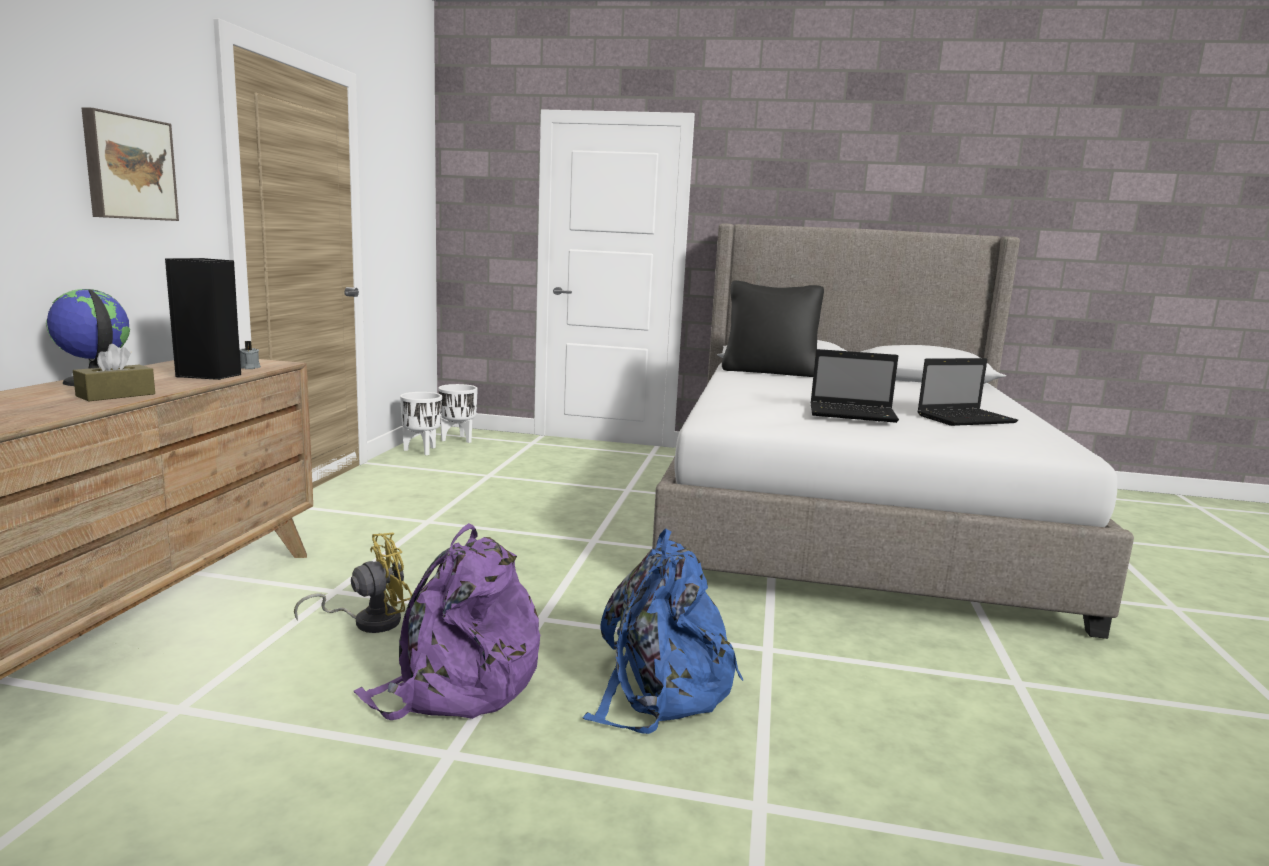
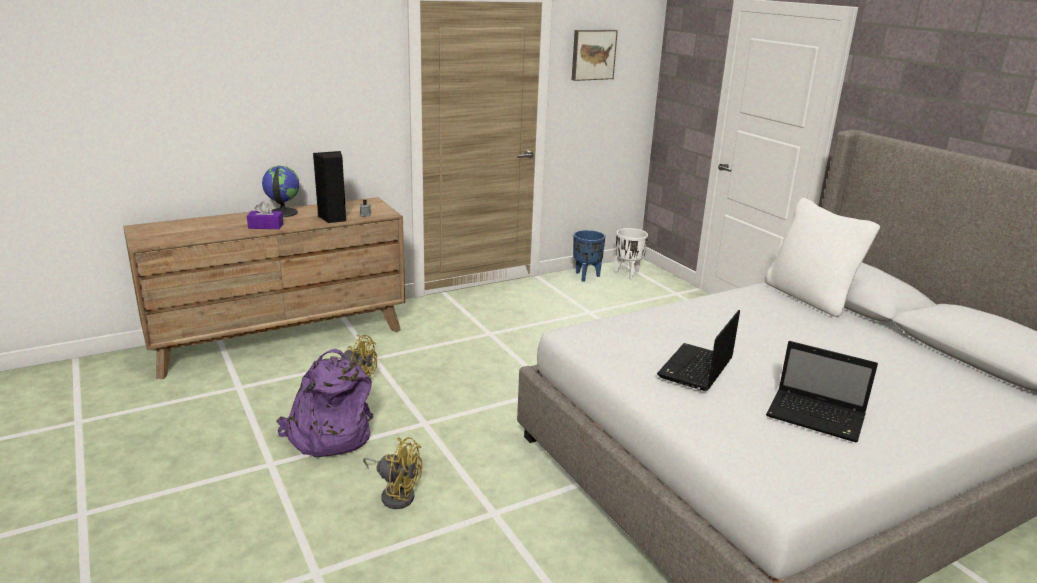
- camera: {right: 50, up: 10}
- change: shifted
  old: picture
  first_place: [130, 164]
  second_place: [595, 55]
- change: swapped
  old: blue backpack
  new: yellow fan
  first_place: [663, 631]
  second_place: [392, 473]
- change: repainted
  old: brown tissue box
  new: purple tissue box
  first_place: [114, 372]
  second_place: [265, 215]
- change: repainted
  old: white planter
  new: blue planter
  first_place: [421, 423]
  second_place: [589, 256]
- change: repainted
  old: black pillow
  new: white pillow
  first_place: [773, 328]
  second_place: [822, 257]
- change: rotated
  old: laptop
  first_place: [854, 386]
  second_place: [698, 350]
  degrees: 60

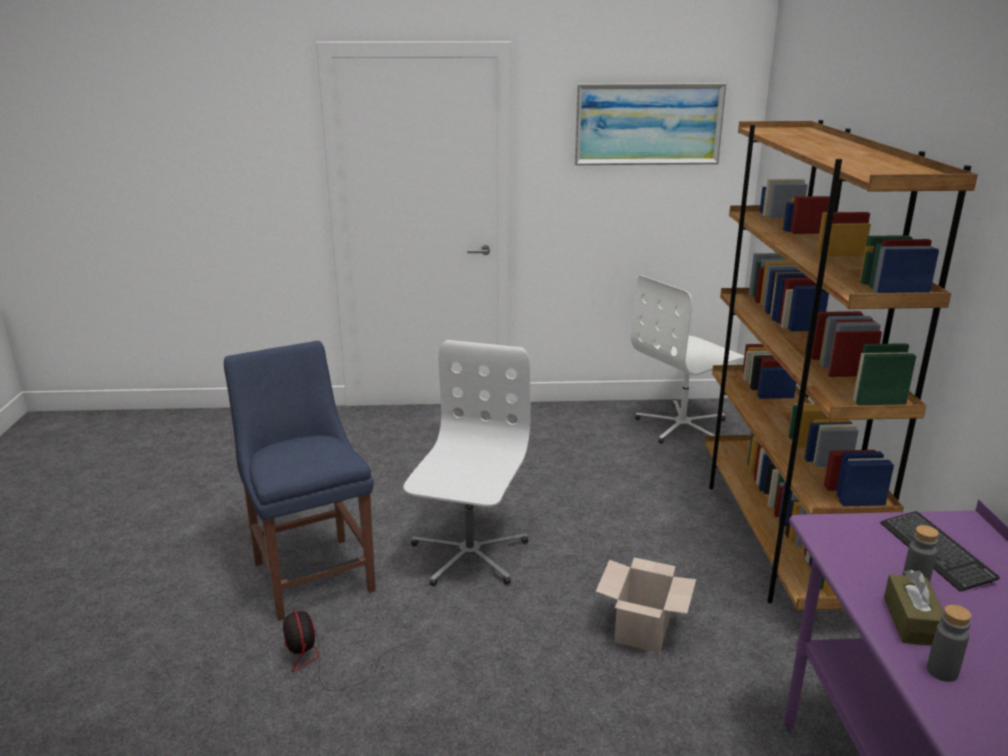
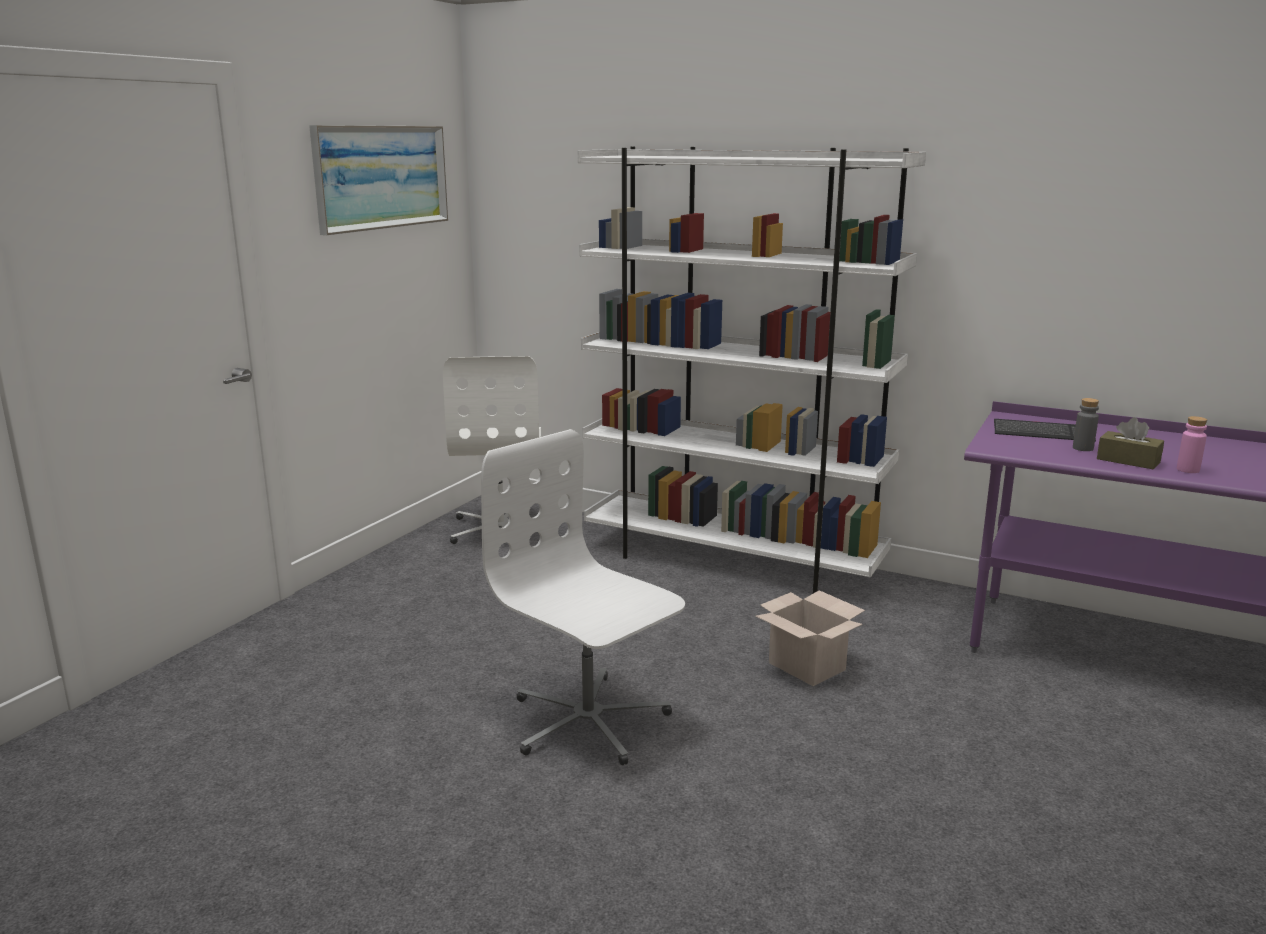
- camera: {right: -60, up: -5}
- change: gone
  old: blue chair
  first_place: [300, 481]
- change: gone
  old: fan
  first_place: [343, 650]
- change: repainted
  old: brown bookcase
  new: white bookcase
  first_place: [841, 365]
  second_place: [752, 369]
- change: repainted
  old: grey bottle
  new: pink bottle
  first_place: [949, 643]
  second_place: [1192, 444]

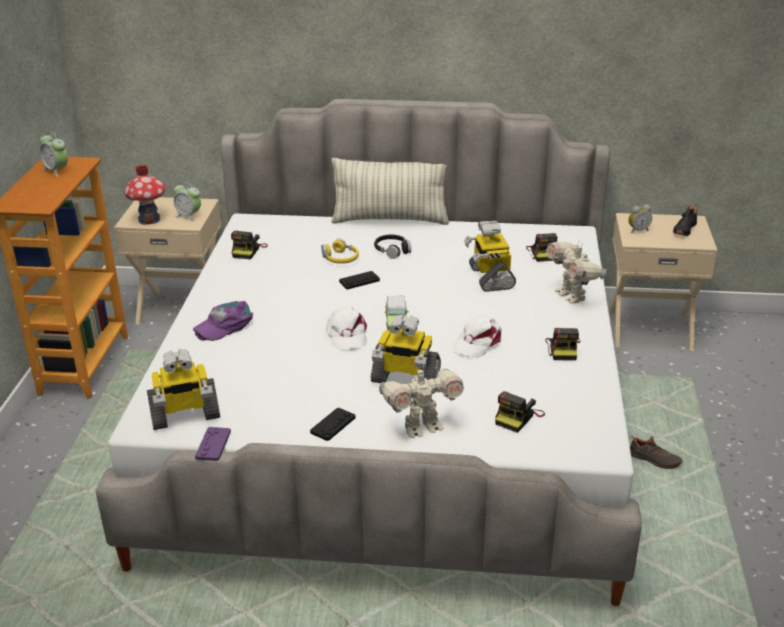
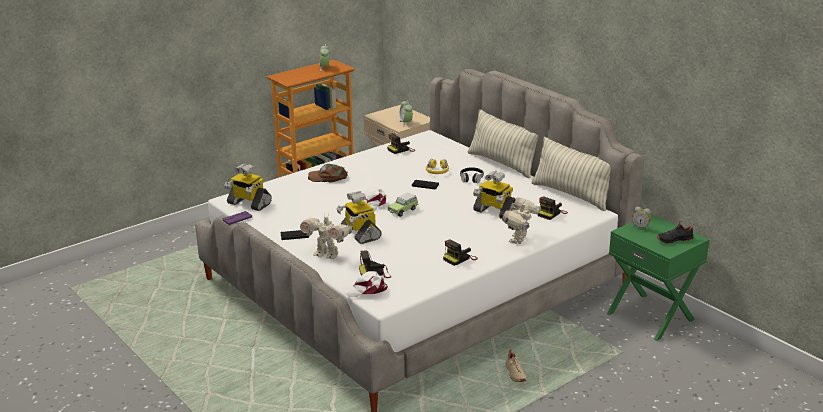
- camera: {right: 45, up: -5}
- change: gone
  old: toy house
  first_place: [144, 194]
- change: new
  new: pillow
  second_place: [571, 174]
- change: shifted
  old: white cap
  first_place: [477, 336]
  second_place: [365, 284]
- change: repainted
  old: purple cap
  new: brown cap
  first_place: [223, 321]
  second_place: [328, 173]
- change: repainted
  old: beige nightstand
  new: green nightstand
  first_place: [663, 282]
  second_place: [658, 277]
- change: repainted
  old: black shoe
  new: beige shoe
  first_place: [656, 452]
  second_place: [515, 366]
- change: rotated
  old: toy robot
  first_place: [490, 256]
  second_place: [494, 195]
  degrees: -90

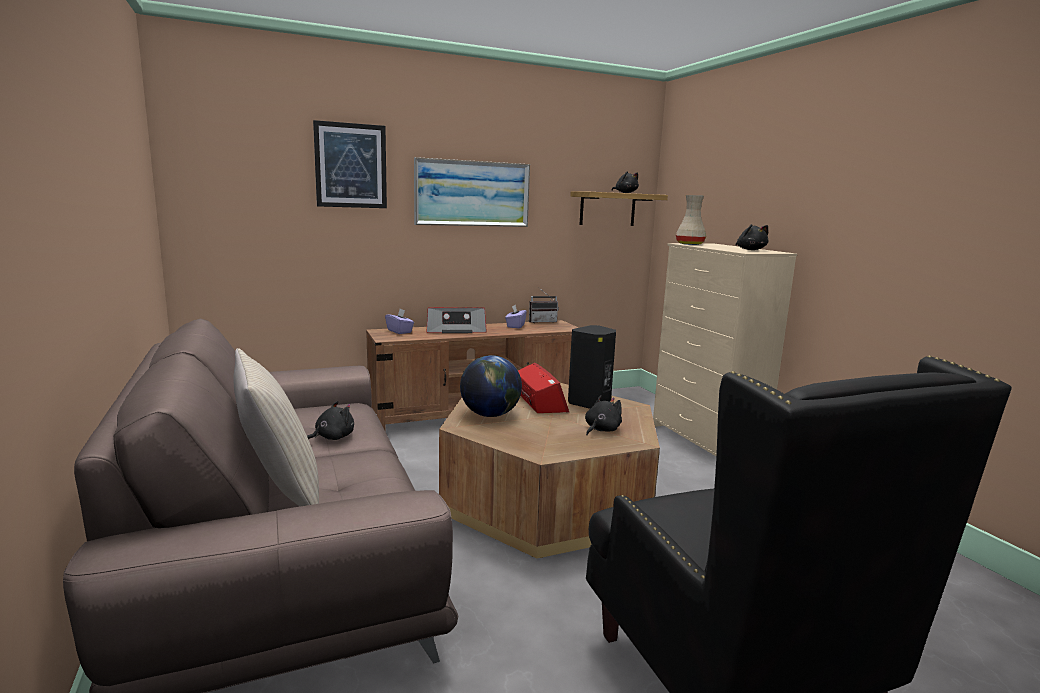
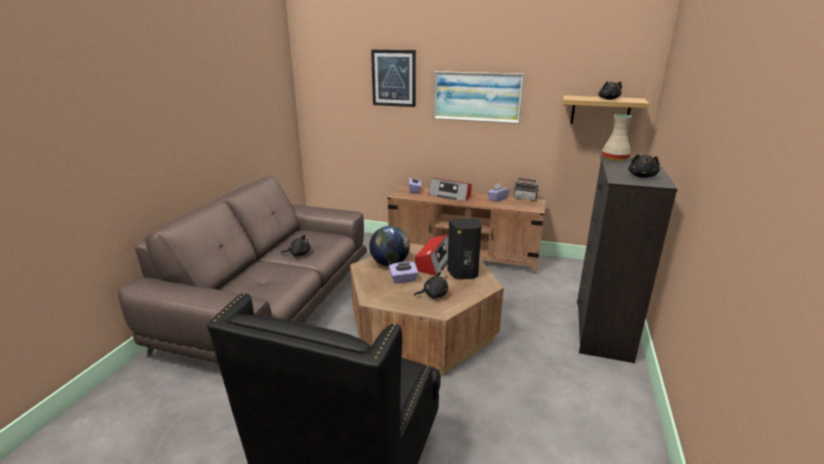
- camera: {right: 40, up: 10}
- change: gone
  old: beige pillow
  first_place: [276, 427]
- change: new
  new: purple tissue box
  second_place: [403, 273]
- change: repainted
  old: beige dresser
  new: black dresser
  first_place: [725, 349]
  second_place: [627, 259]

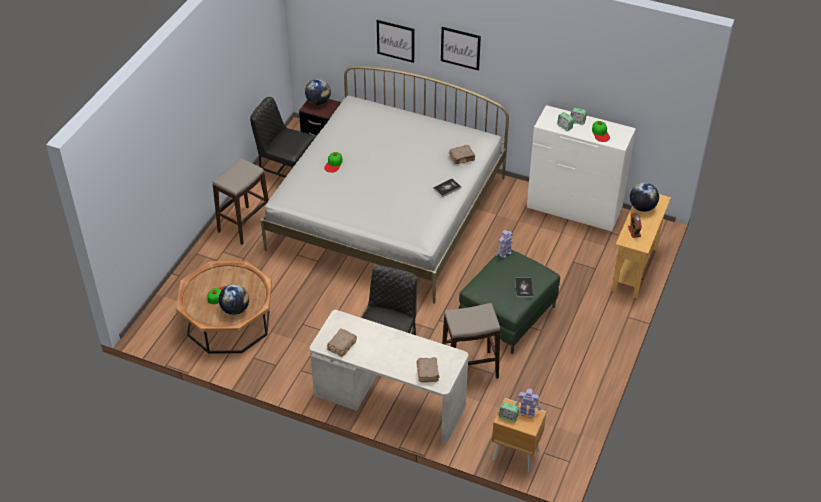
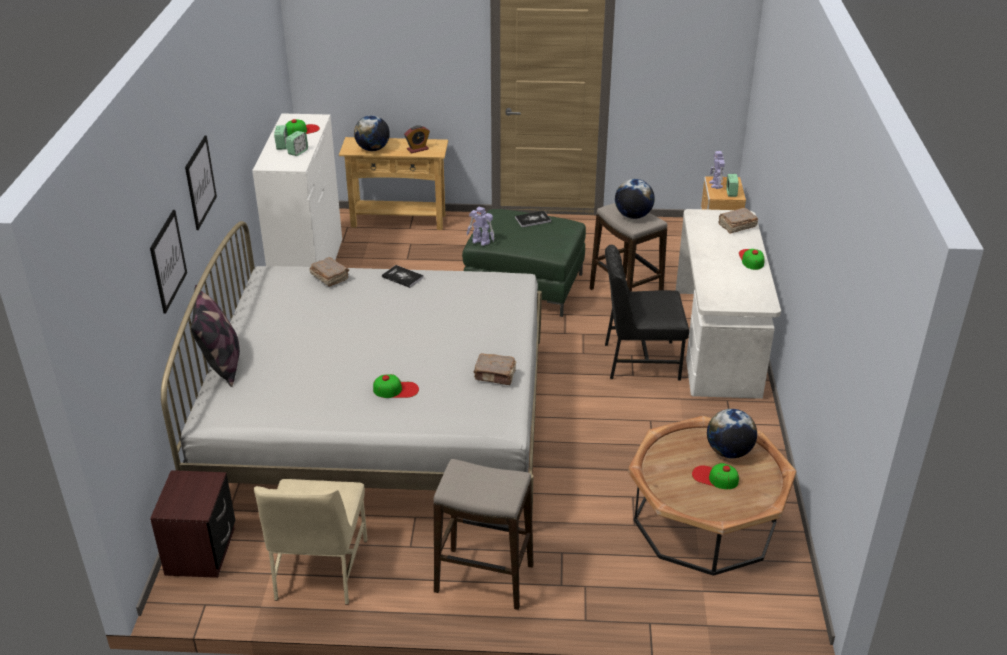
- camera: {right: -110, up: -10}
- change: new
  new: pillow
  second_place: [215, 336]
- change: new
  new: cap
  second_place: [752, 259]
- change: shifted
  old: globe
  first_place: [318, 92]
  second_place: [635, 199]
- change: shifted
  old: brown book
  first_place: [342, 342]
  second_place: [495, 369]
- change: repainted
  old: black chair
  new: beige chair
  first_place: [282, 137]
  second_place: [311, 542]

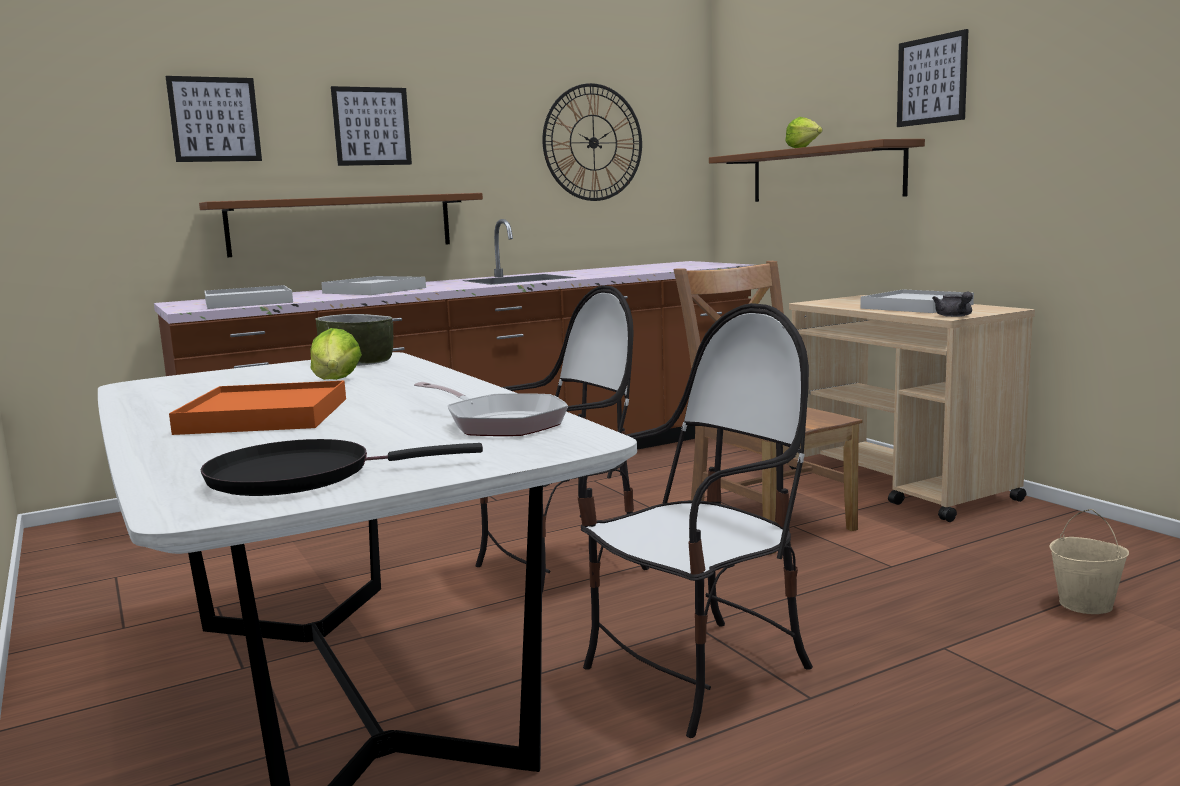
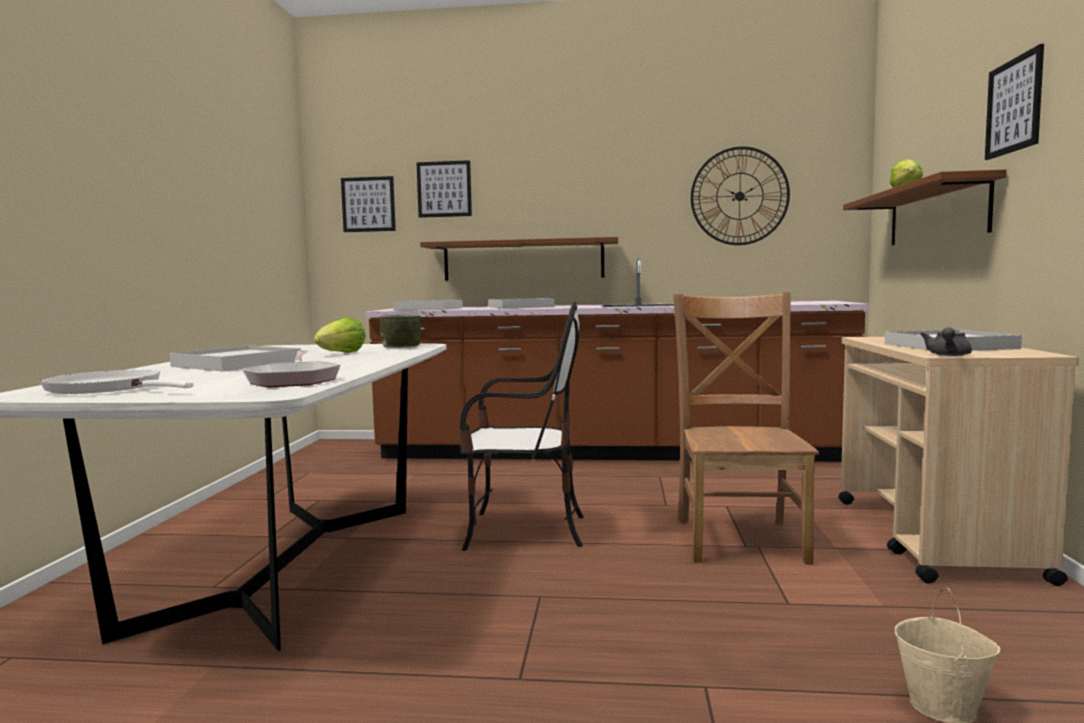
- camera: {right: 35, up: -5}
- change: gone
  old: chair
  first_place: [695, 520]
- change: shifted
  old: picture
  first_place: [371, 126]
  second_place: [368, 204]
- change: repainted
  old: orange tray
  new: white tray
  first_place: [257, 408]
  second_place: [236, 358]
- change: repainted
  old: black frying pan
  new: white frying pan
  first_place: [341, 467]
  second_place: [116, 382]

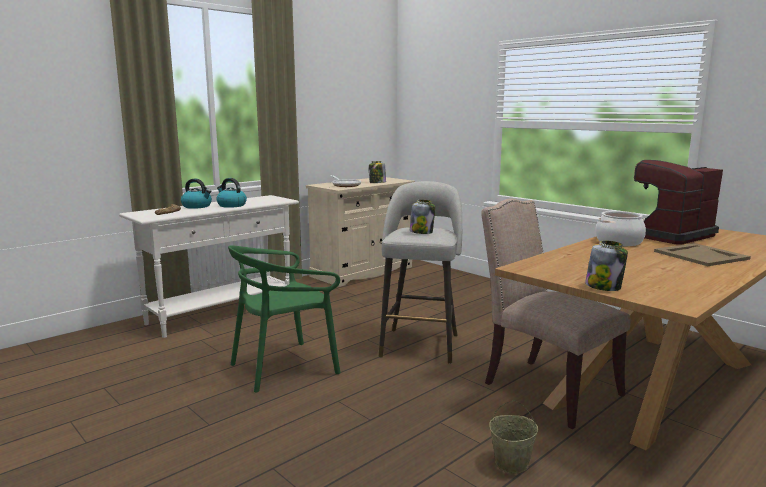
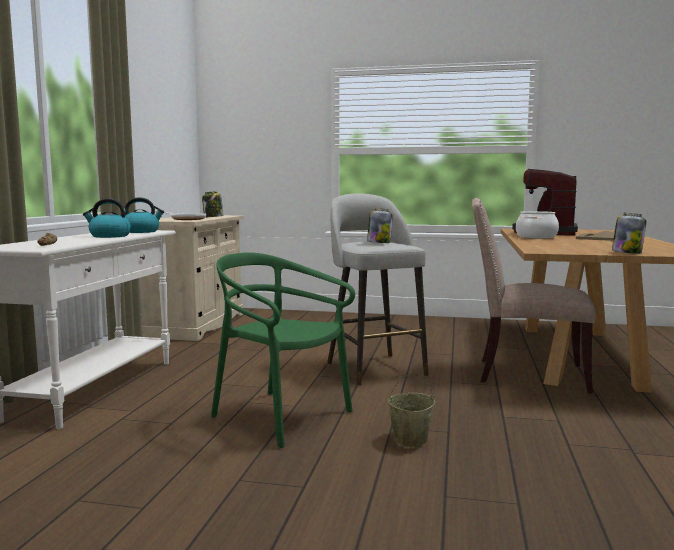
- camera: {right: -35, up: -5}
- change: shifted
  old: kettle
  first_place: [196, 193]
  second_place: [144, 215]
- change: shifted
  old: beige bucket
  first_place: [513, 436]
  second_place: [411, 410]
- change: rotated
  old: green chair
  first_place: [284, 318]
  second_place: [283, 350]
  degrees: 105

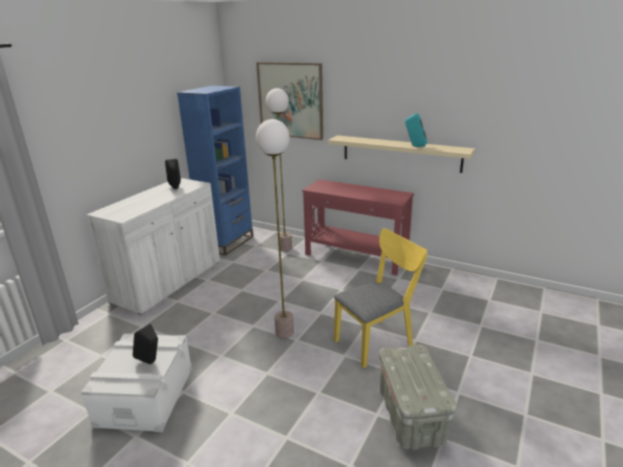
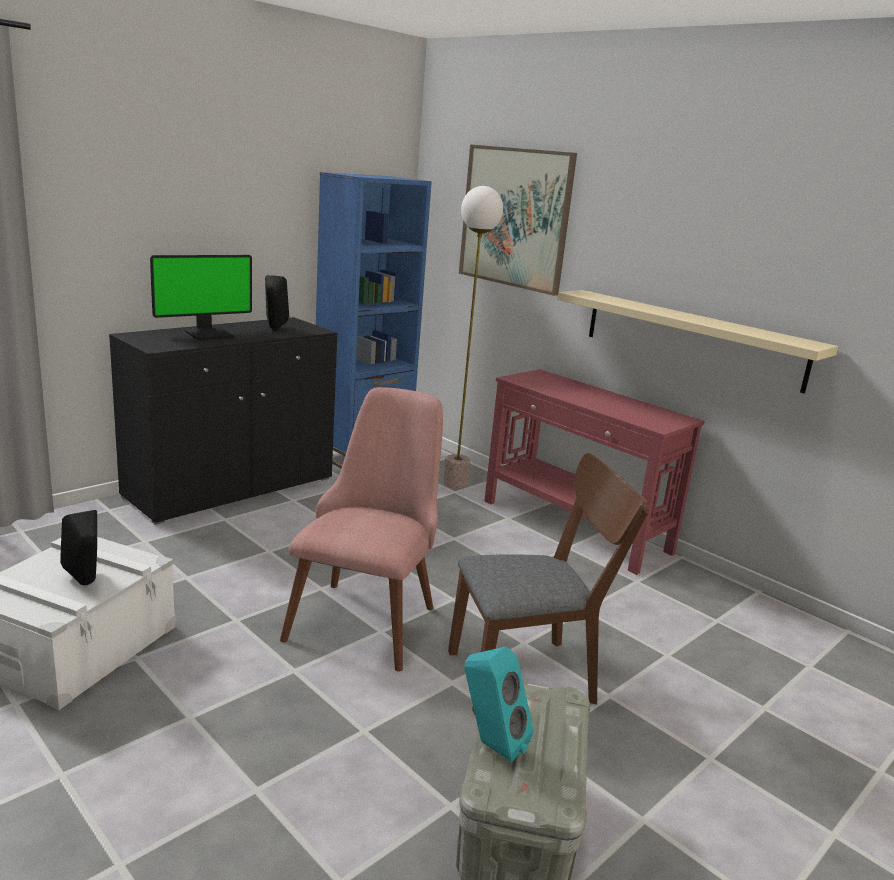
- camera: {right: 15, up: -5}
- change: new
  new: monitor
  second_place: [201, 298]
- change: shifted
  old: turquoise speaker
  first_place: [416, 130]
  second_place: [499, 704]
- change: swapped
  old: floor lamp
  new: pink chair
  first_place: [275, 228]
  second_place: [361, 529]
- change: repainted
  old: white cabinet
  new: black cabinet
  first_place: [153, 246]
  second_place: [223, 421]
- change: repainted
  old: yellow chair
  new: brown chair
  first_place: [381, 298]
  second_place: [548, 584]

